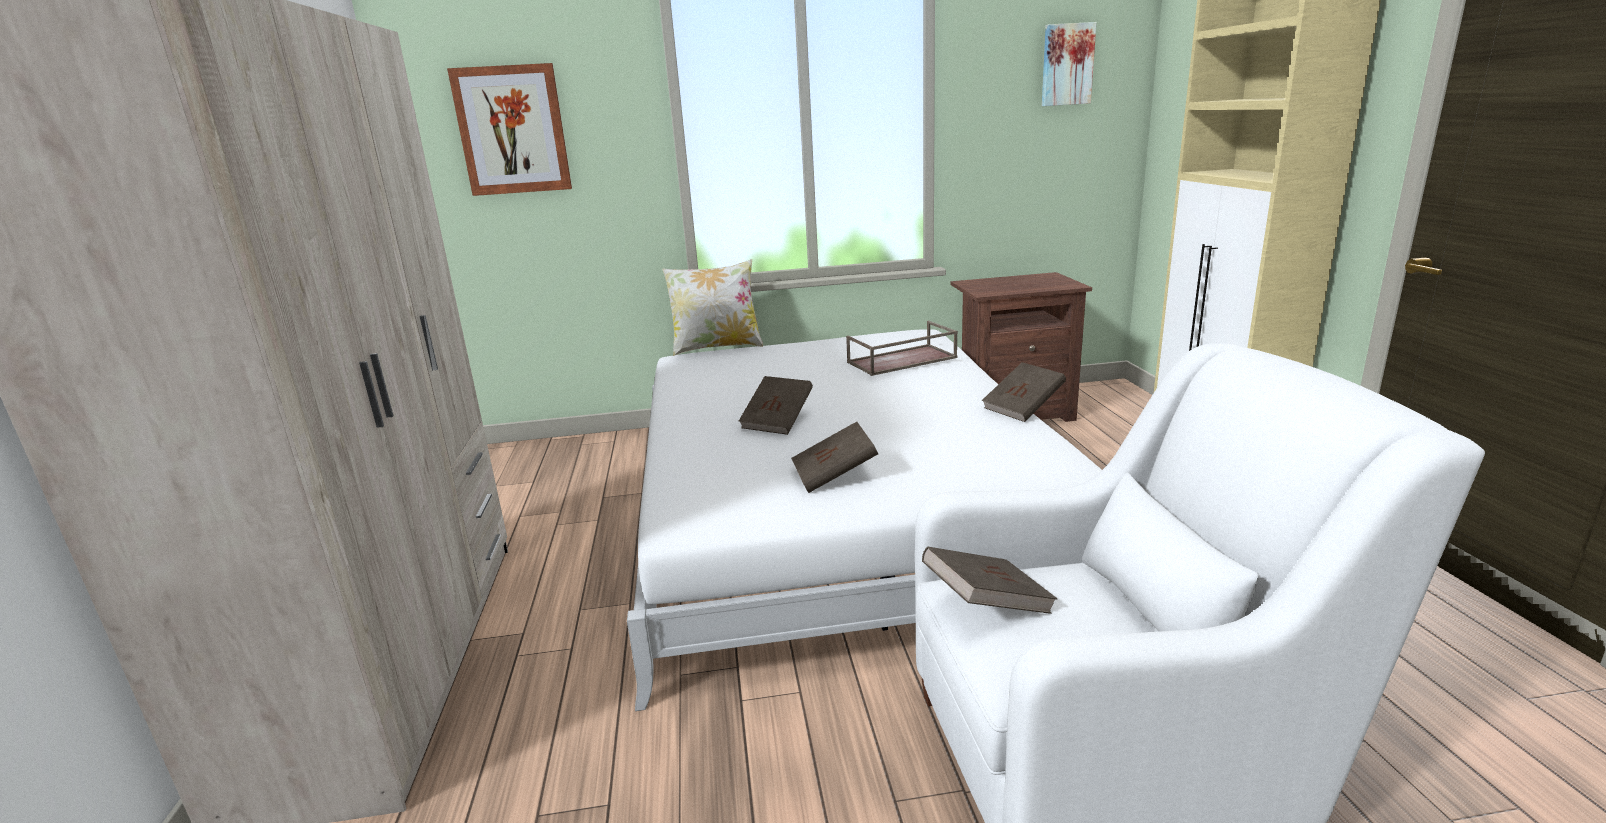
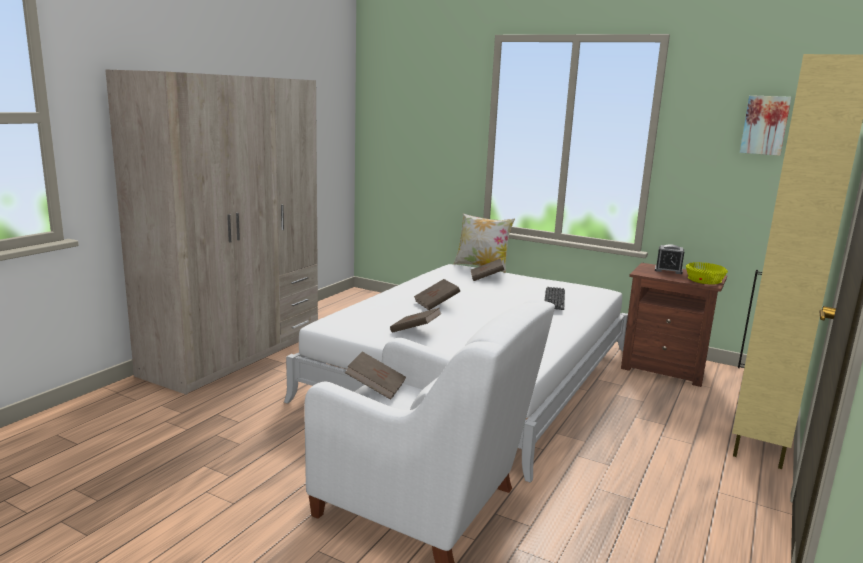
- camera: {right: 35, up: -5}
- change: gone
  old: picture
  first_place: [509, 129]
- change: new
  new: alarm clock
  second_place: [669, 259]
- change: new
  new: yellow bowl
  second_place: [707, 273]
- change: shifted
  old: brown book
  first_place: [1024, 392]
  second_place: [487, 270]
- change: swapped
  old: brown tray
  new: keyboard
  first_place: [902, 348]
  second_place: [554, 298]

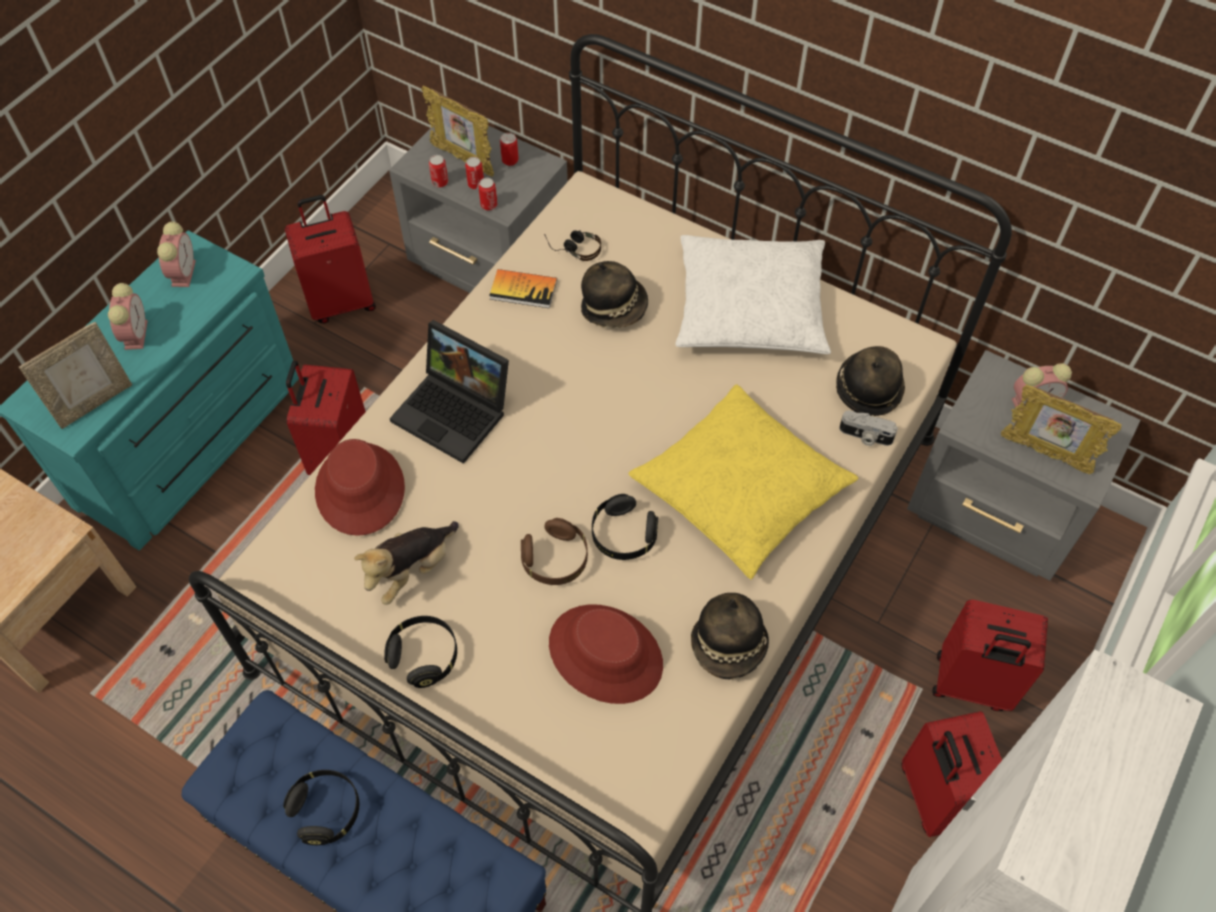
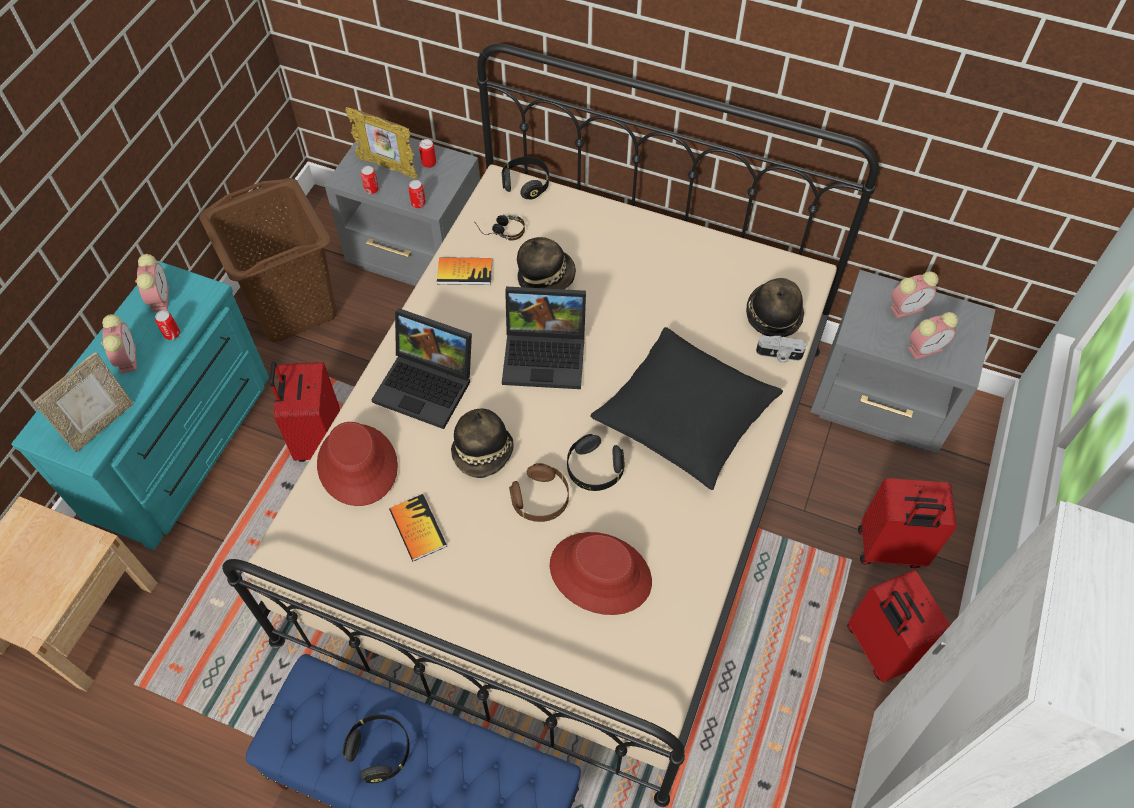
- camera: {right: -10, up: 0}
- change: gone
  old: white pillow
  first_place: [753, 294]
- change: new
  new: laptop
  second_place: [544, 337]
- change: shifted
  old: black headphones
  first_place: [420, 652]
  second_place: [525, 178]
- change: shifted
  old: can
  first_place: [474, 173]
  second_place: [167, 325]
- change: shifted
  old: hat
  first_place: [730, 636]
  second_place: [482, 443]
- change: swapped
  old: red suitcase
  new: brown laundry basket
  first_place: [330, 259]
  second_place: [268, 260]
- change: swapped
  old: plush toy
  new: book
  first_place: [406, 563]
  second_place: [418, 527]
- change: swapped
  old: picture frame
  new: alarm clock
  first_place: [1061, 429]
  second_place: [933, 336]
- change: repainted
  old: yellow pillow
  new: black pillow
  first_place: [743, 481]
  second_place: [686, 408]

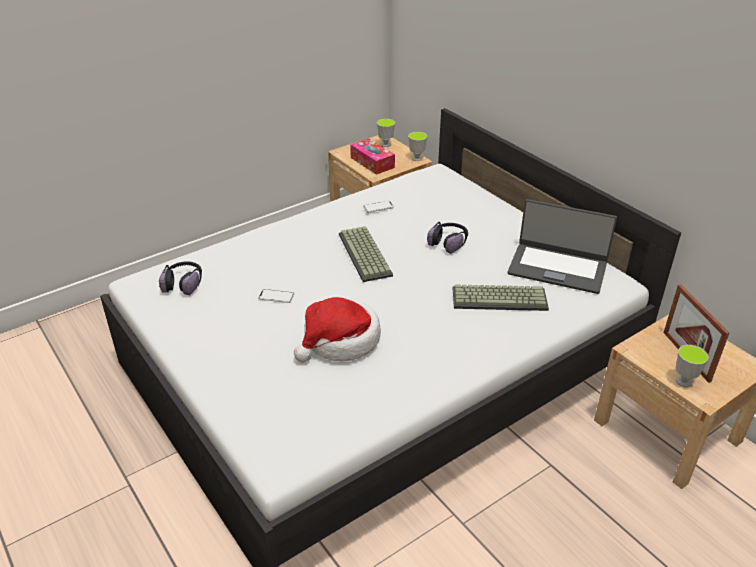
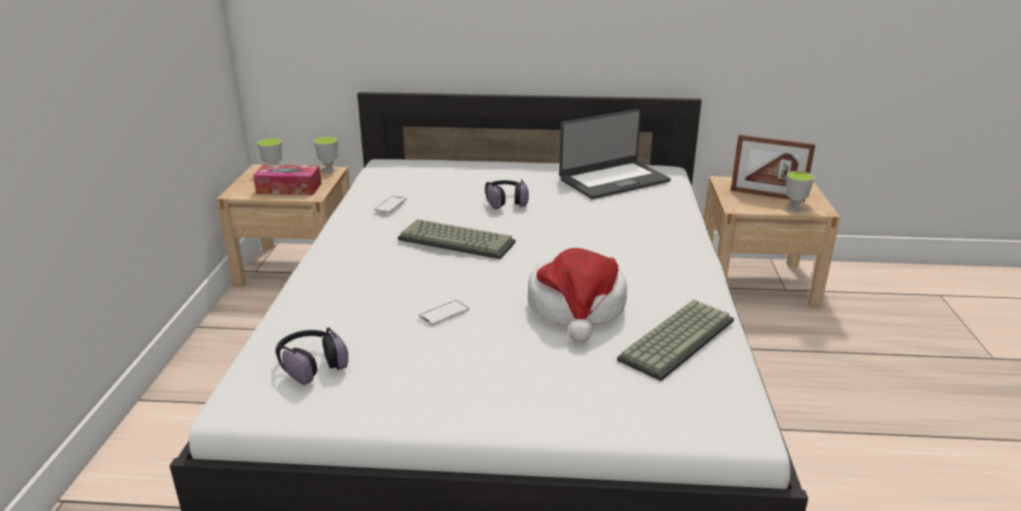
- camera: {right: -50, up: -10}
- change: shifted
  old: keyboard
  first_place: [501, 297]
  second_place: [675, 340]

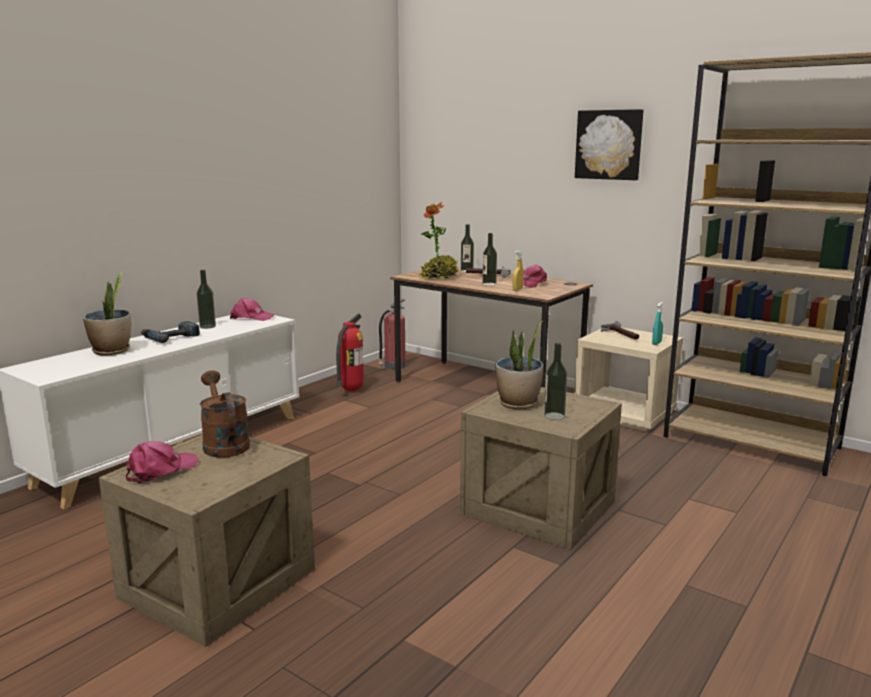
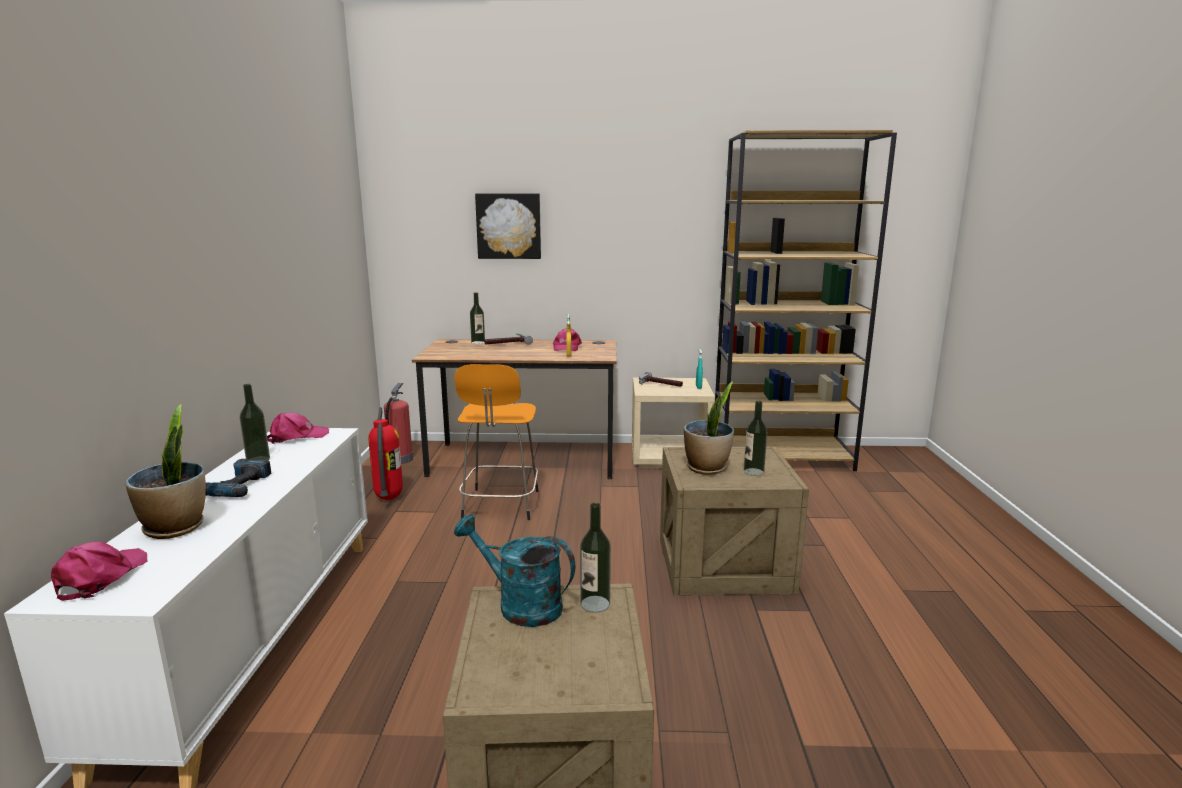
- camera: {right: -35, up: 0}
- change: gone
  old: potted plant
  first_place: [439, 240]
- change: new
  new: orange stool
  second_place: [497, 442]
- change: shifted
  old: pink cap
  first_place: [162, 462]
  second_place: [99, 571]
- change: shifted
  old: bottle
  first_place: [489, 259]
  second_place: [595, 558]
- change: shifted
  old: picture
  first_place: [609, 144]
  second_place: [508, 226]
- change: repainted
  old: brown watering can
  new: turquoise watering can
  first_place: [225, 414]
  second_place: [514, 570]

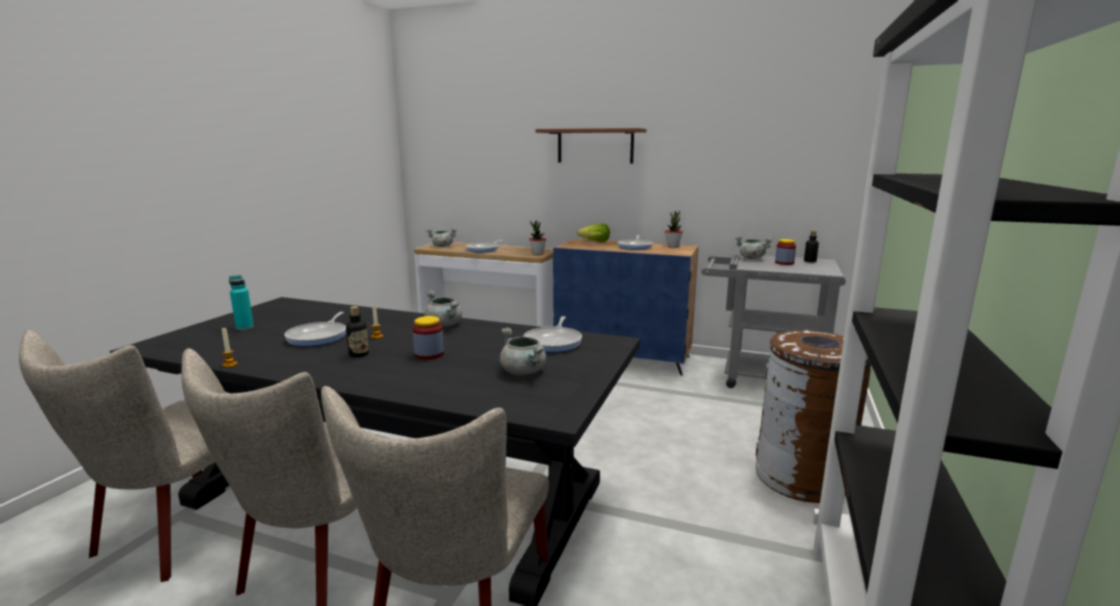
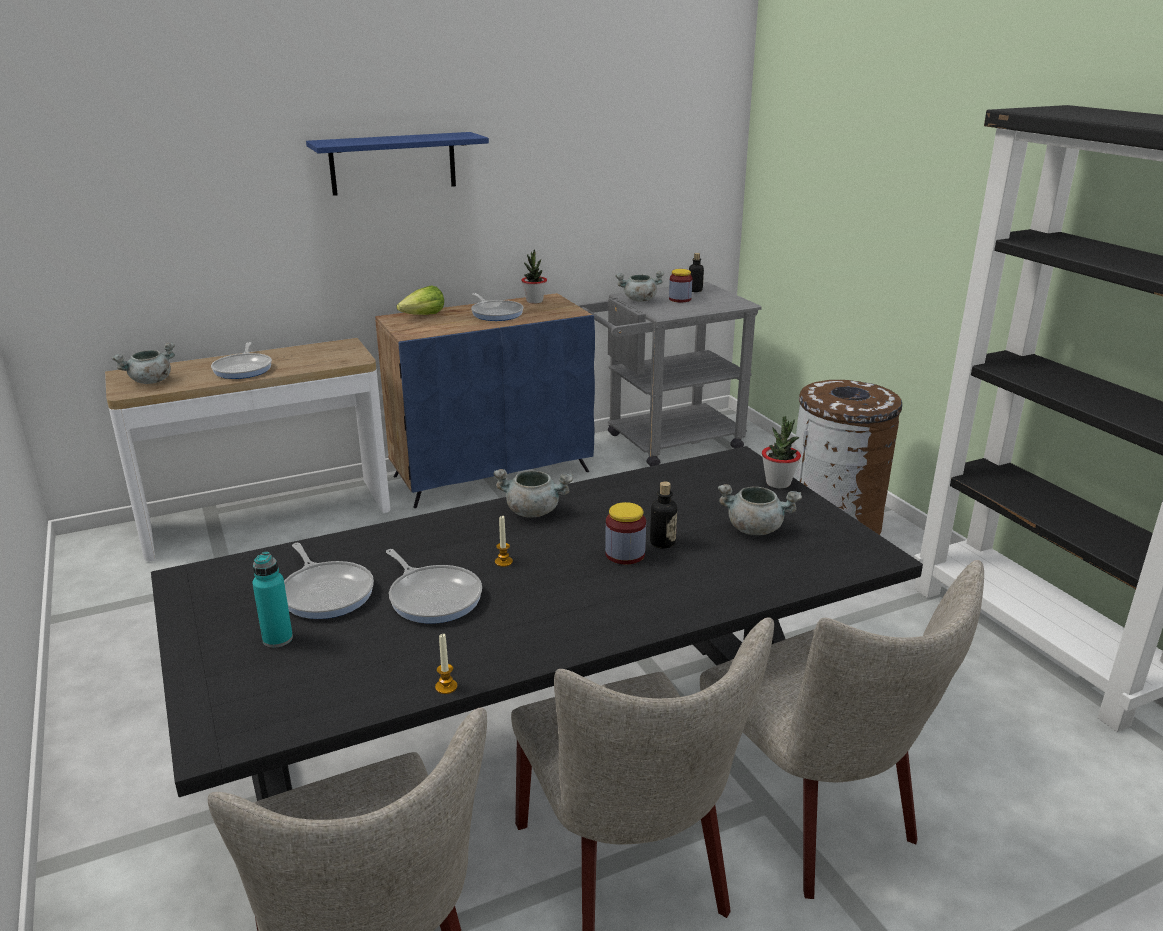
- camera: {right: -45, up: 10}
- change: shifted
  old: bottle
  first_place: [357, 331]
  second_place: [663, 514]
- change: shifted
  old: frying pan
  first_place: [552, 334]
  second_place: [329, 581]
- change: shifted
  old: potted plant
  first_place: [537, 237]
  second_place: [781, 452]
- change: repainted
  old: brown shelf
  new: blue shelf
  first_place: [591, 145]
  second_place: [397, 164]

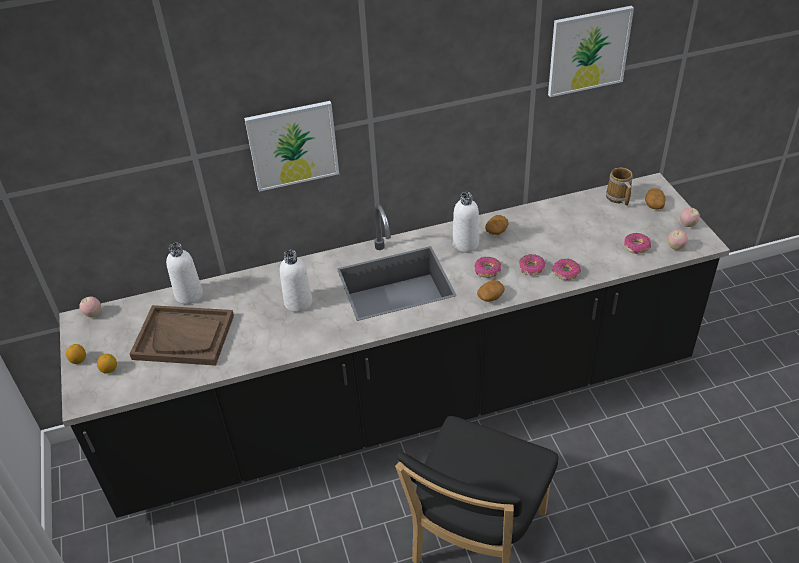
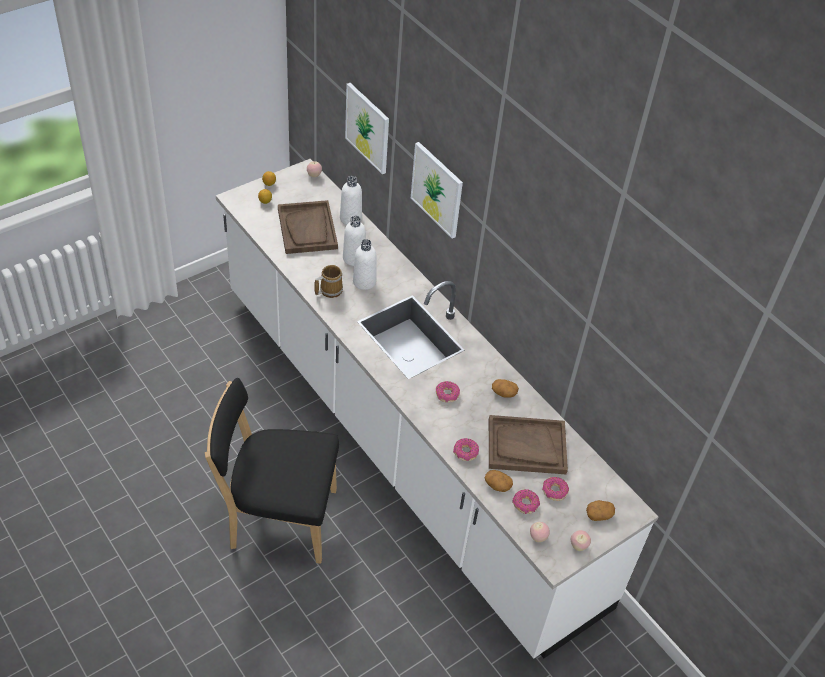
- camera: {right: 65, up: 5}
- change: new
  new: brown tray
  second_place: [528, 444]
- change: shifted
  old: white bottle
  first_place: [465, 222]
  second_place: [354, 241]
- change: shifted
  old: potato
  first_place: [491, 291]
  second_place: [499, 481]
- change: shifted
  old: donut
  first_place: [532, 265]
  second_place: [555, 489]
- change: shifted
  old: picture
  first_place: [591, 51]
  second_place: [367, 128]
- change: shifted
  old: mug
  first_place: [619, 187]
  second_place: [328, 281]
- change: repainted
  old: black counter
  new: white counter
  first_place: [394, 345]
  second_place: [437, 408]

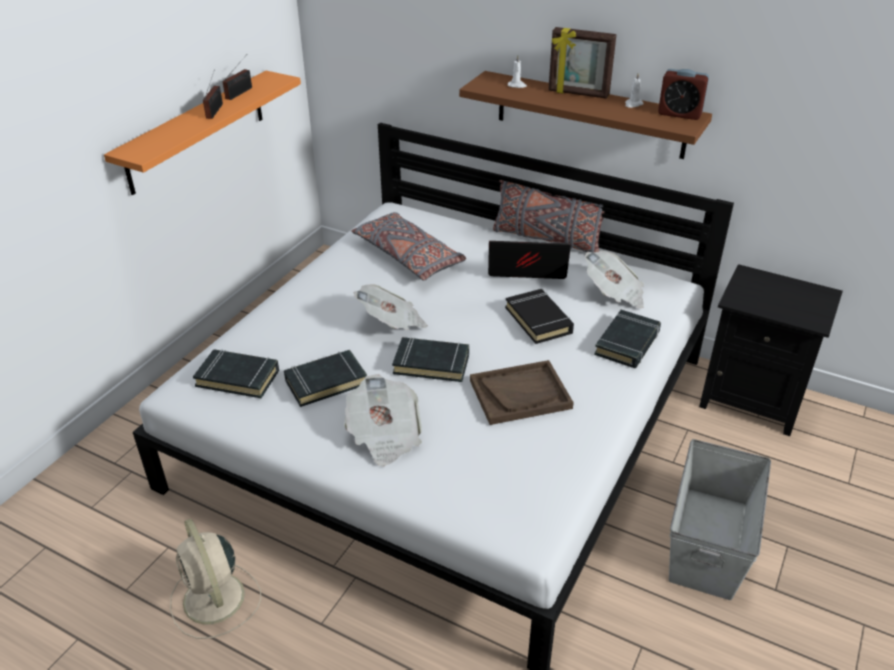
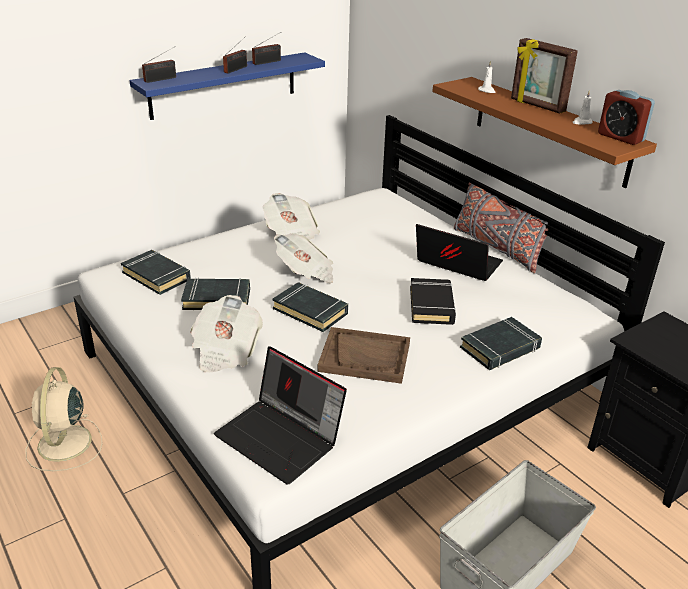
- camera: {right: 25, up: -5}
- change: gone
  old: grey pillow
  first_place: [409, 246]
- change: new
  new: radio
  second_place: [159, 65]
- change: new
  new: laptop
  second_place: [280, 415]
- change: shifted
  old: newspaper
  first_place: [614, 279]
  second_place: [291, 216]
- change: repainted
  old: orange shelf
  new: blue shelf
  first_place: [202, 133]
  second_place: [227, 86]

